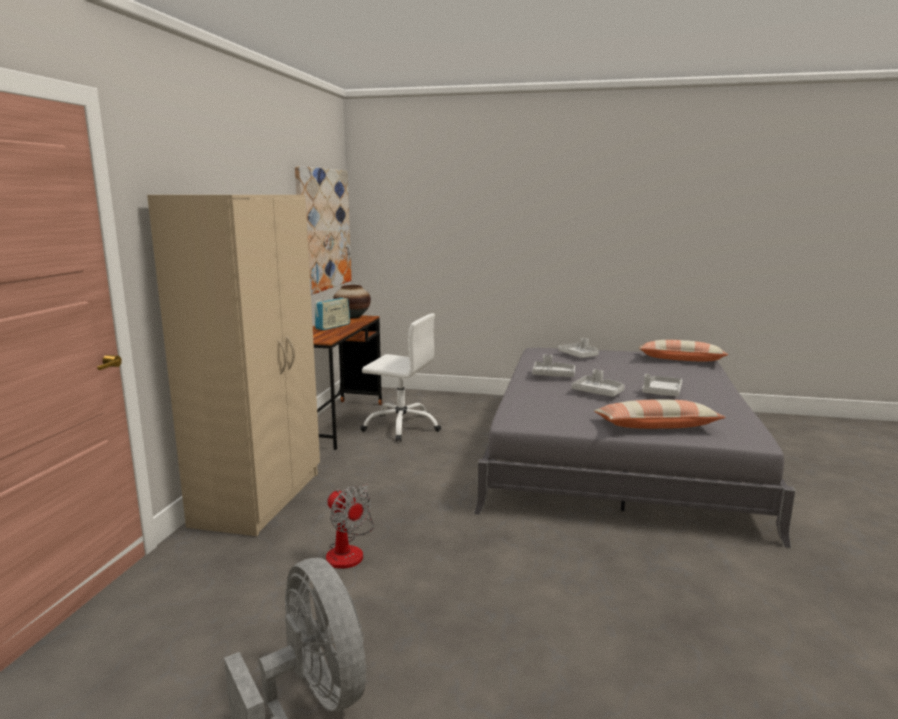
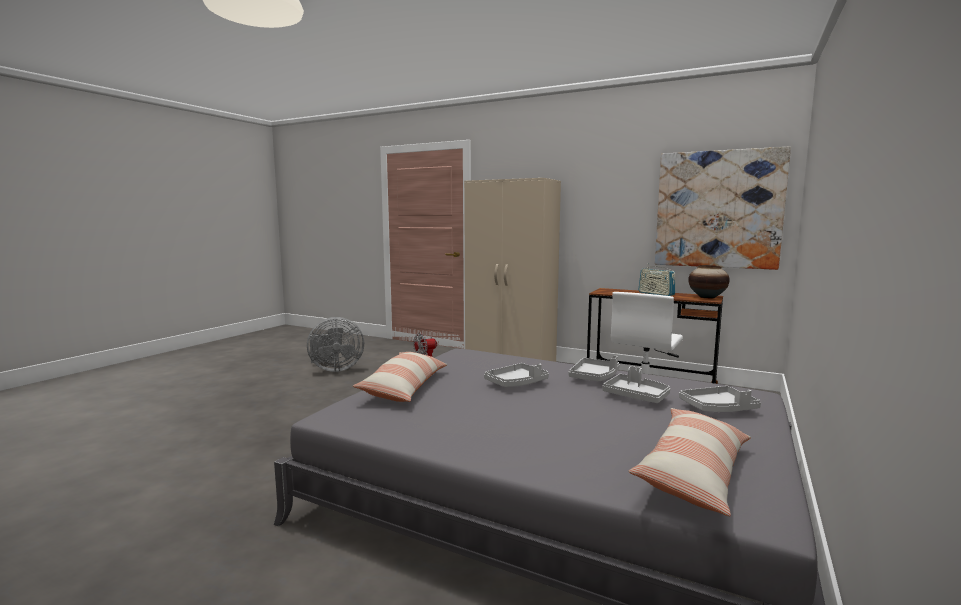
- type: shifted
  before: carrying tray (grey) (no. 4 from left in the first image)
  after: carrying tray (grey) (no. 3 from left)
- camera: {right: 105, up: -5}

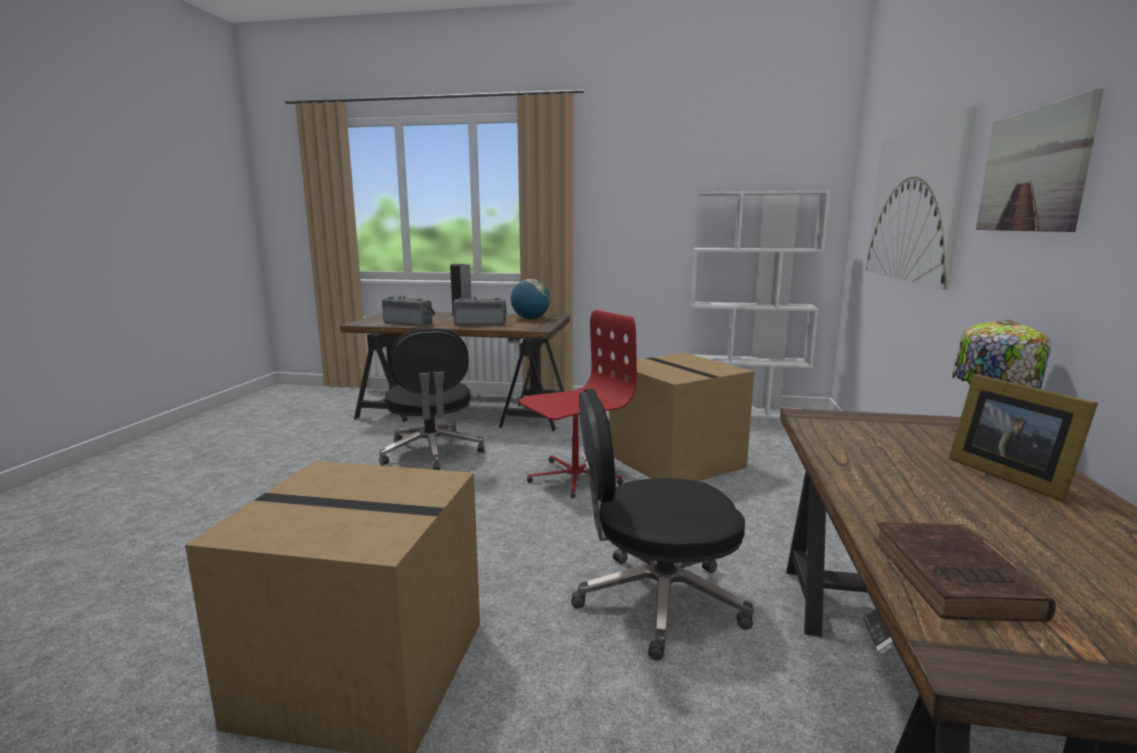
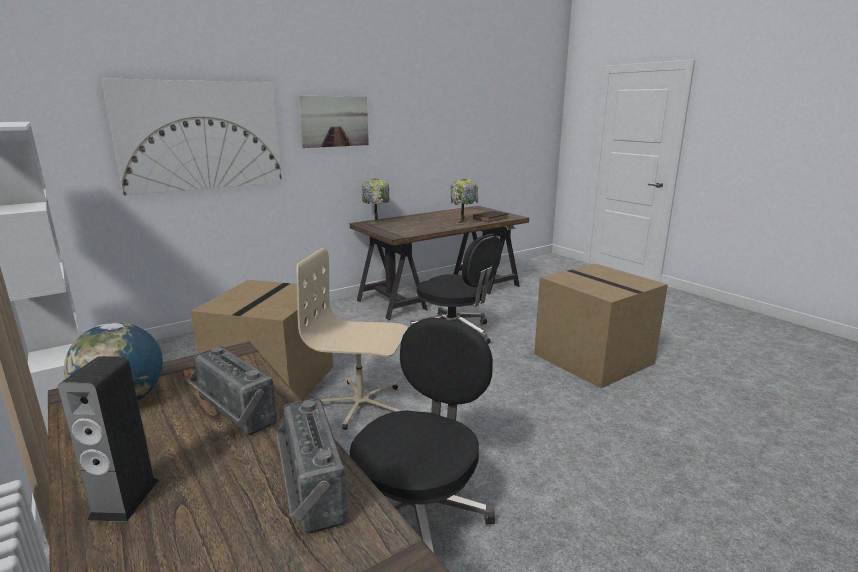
- type: repainted
  before: office chair (red)
  after: office chair (beige)
- type: gone
  before: picture frame
- type: new
  after: tabletop lamp (no. 2 from left)
- camera: {right: -135, up: 5}

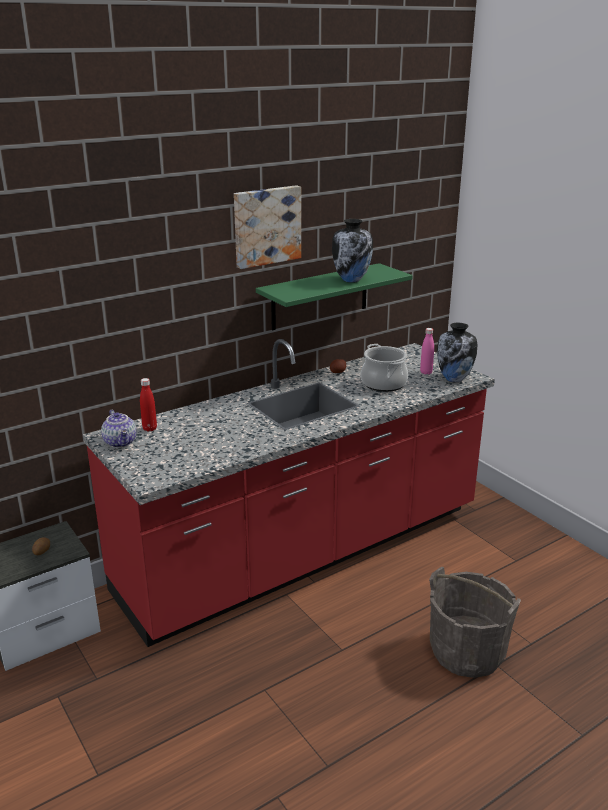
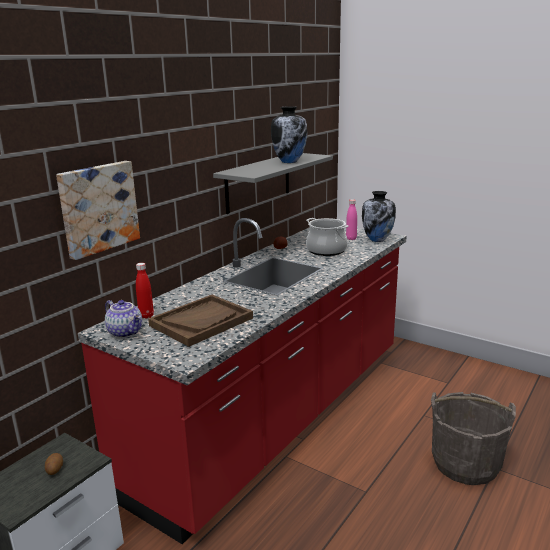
- type: shifted
  before: picture
- type: repainted
  before: bracket shelf (green)
  after: bracket shelf (grey)
- type: new
  after: carrying tray (brown-coloured)
- camera: {right: -20, up: -5}

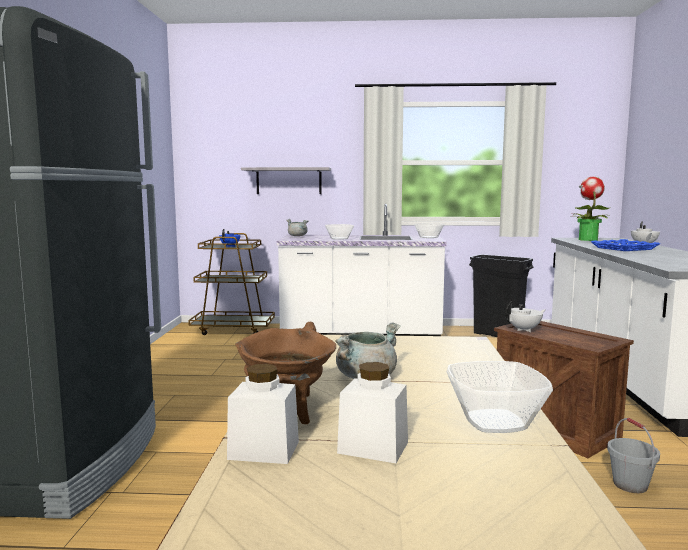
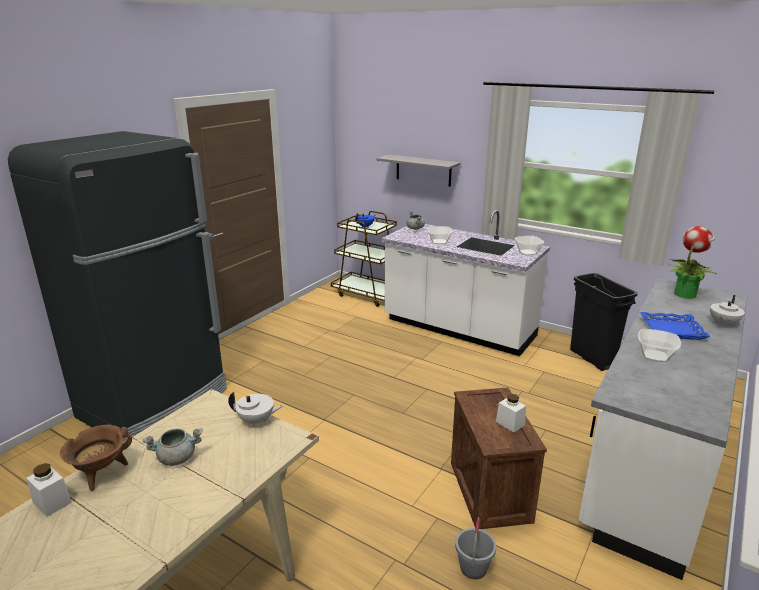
- type: shifted
  before: tea pot (white-coloured) (no. 1 from left)
- type: shifted
  before: serving bowl (no. 3 from left)
- type: shifted
  before: preserve jar (white-coloured) (no. 2 from left)
- camera: {right: 30, up: 15}

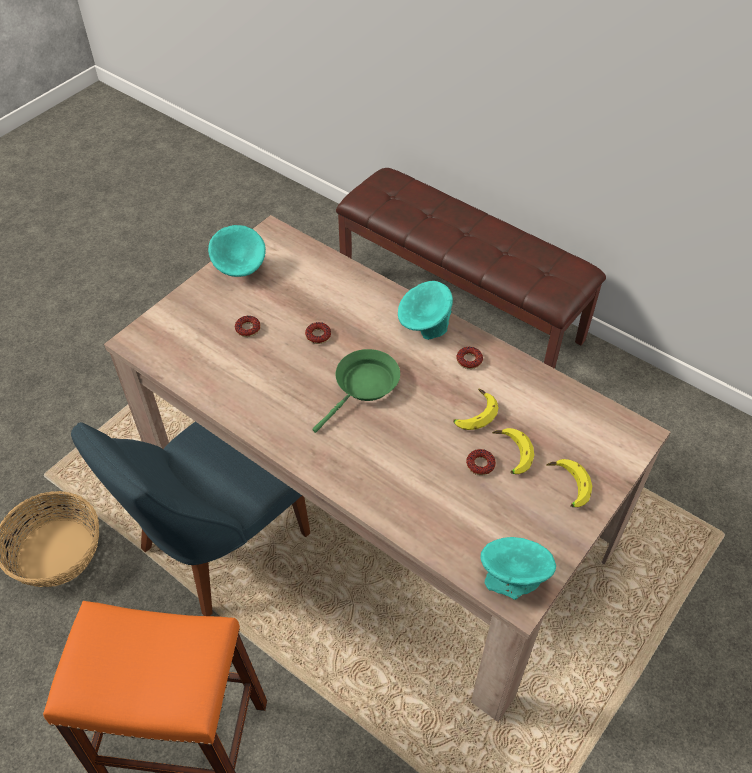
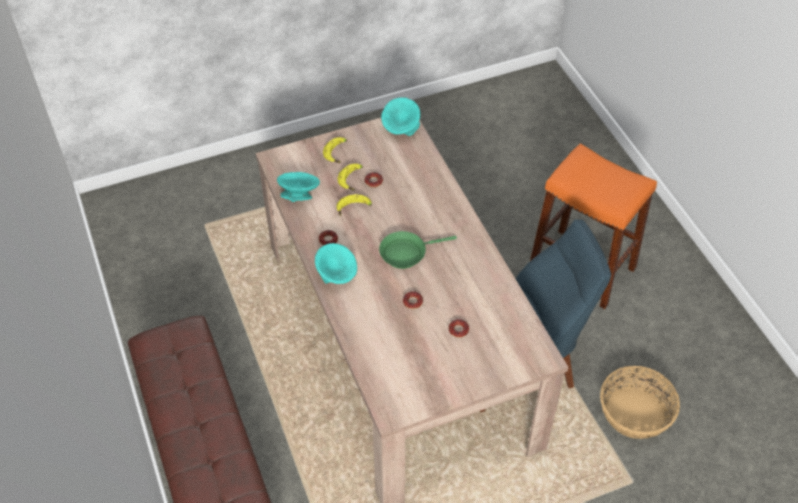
- type: shifted
  before: serving bowl (turquoise-coloured) (no. 1 from left)
- camera: {right: -150, up: 0}

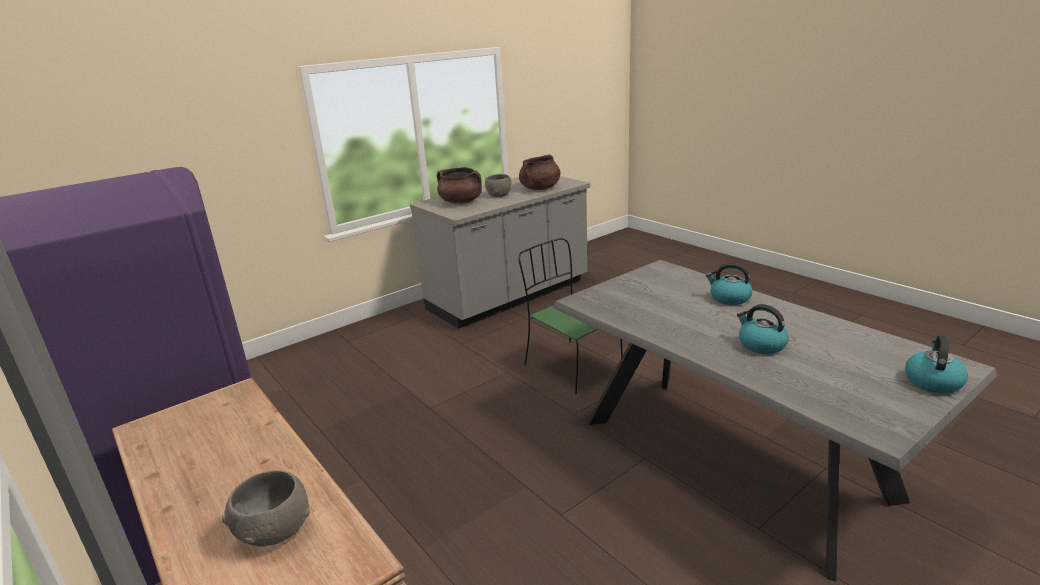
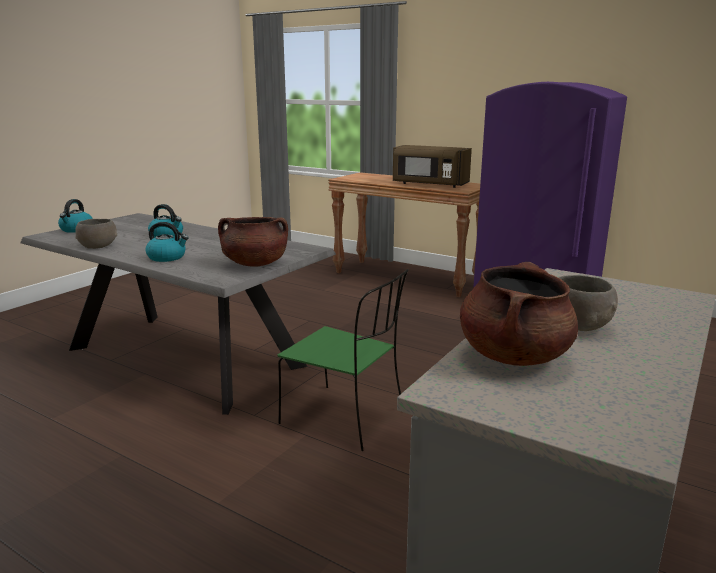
- type: shifted
  before: cooking pot (brown-coloured) (no. 1 from left)
- type: shifted
  before: serving bowl (grey) (no. 1 from left)
- type: new
  after: microwave (brown-coloured)
- camera: {right: 160, up: -5}

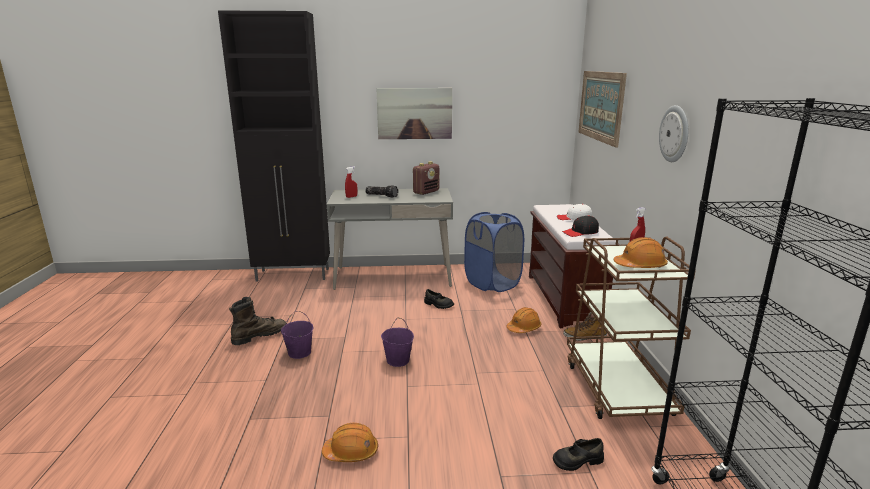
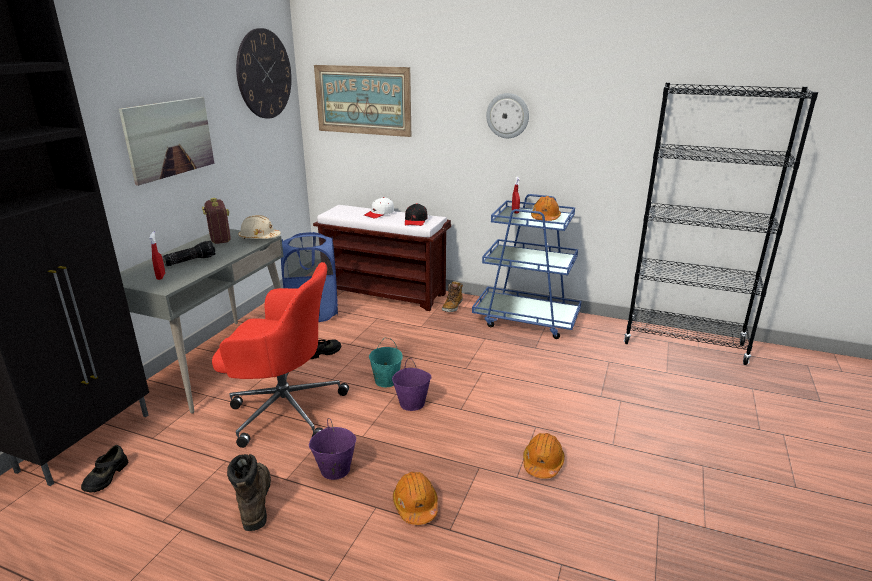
- type: repainted
  before: trolley (brown-coloured)
  after: trolley (bluish)
- type: shifted
  before: hard hat (orangey) (no. 2 from left in the first image)
  after: hard hat (orangey) (no. 1 from left)
- type: shifted
  before: shoe (blackish) (no. 2 from left in the first image)
  after: shoe (blackish) (no. 1 from left)
- type: new
  after: hanging clock (no. 1 from left)
- type: new
  after: hard hat (beige)
- type: new
  after: office chair (red)
- type: new
  after: water bucket (turquoise-coloured)
- camera: {right: -65, up: 5}

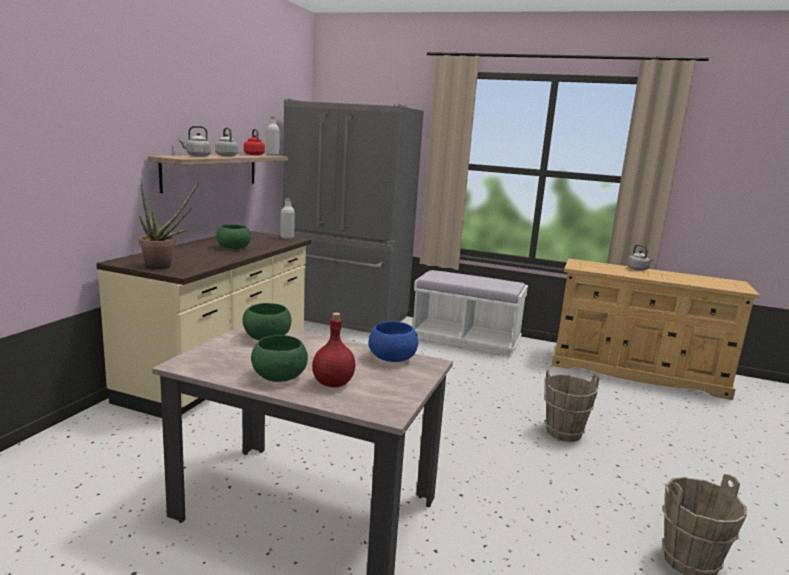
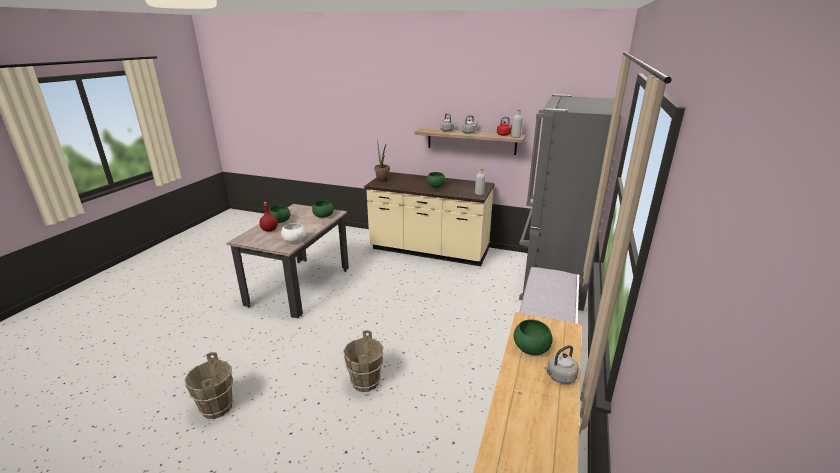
- type: repainted
  before: serving bowl (bluish)
  after: serving bowl (white-coloured)
- type: new
  after: serving bowl (green) (no. 4 from left)
- camera: {right: 90, up: 10}

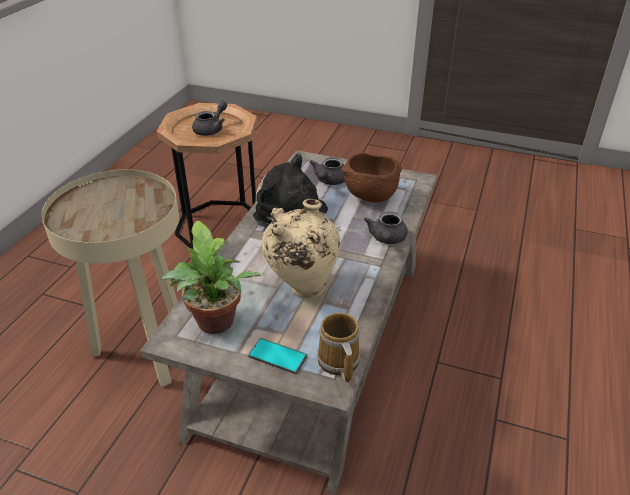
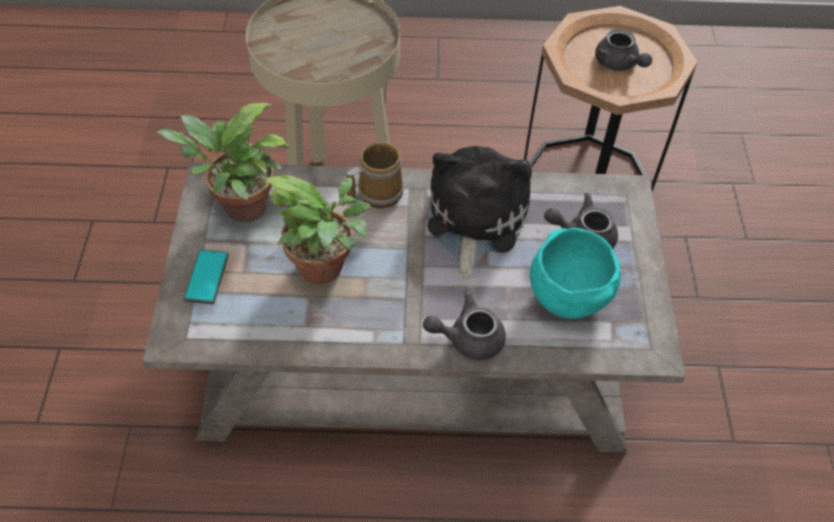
- type: rotated
  before: tea pot (grey) (no. 1 from left in the first image)
  turn: 45
- type: repainted
  before: serving bowl (brown-coloured)
  after: serving bowl (turquoise-coloured)
- type: swapped
  before: decorative vase (beige)
  after: houseplant (no. 2 from left)
- type: shifted
  before: coffee mug
- camera: {right: 70, up: 15}

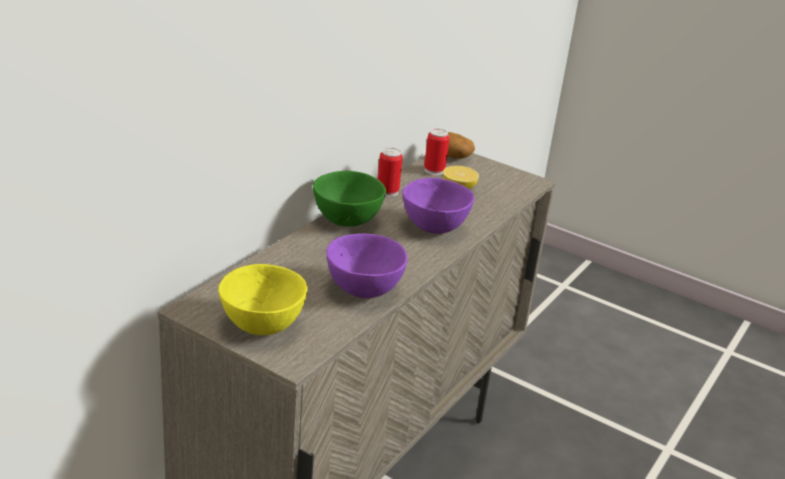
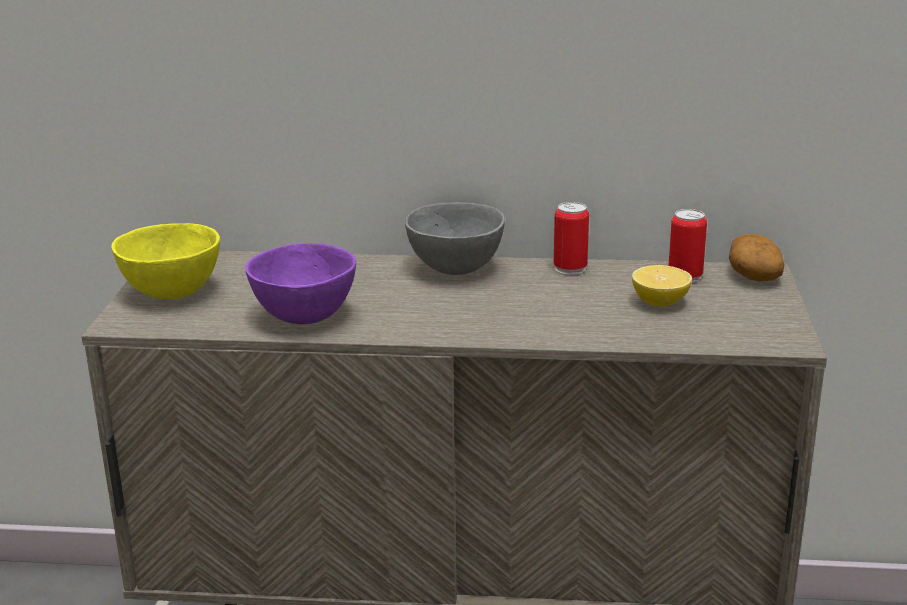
- type: repainted
  before: serving bowl (green)
  after: serving bowl (grey)
- type: gone
  before: serving bowl (purplish) (no. 2 from left)
- camera: {right: 65, up: -5}

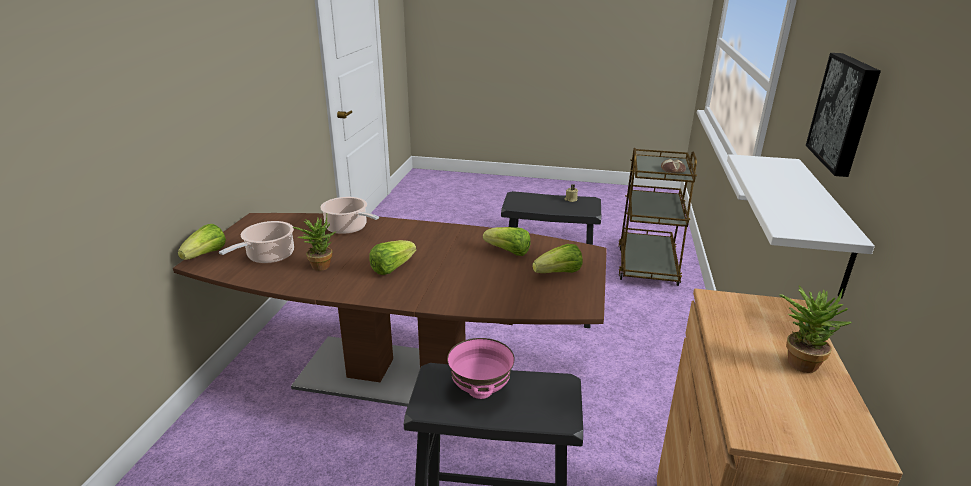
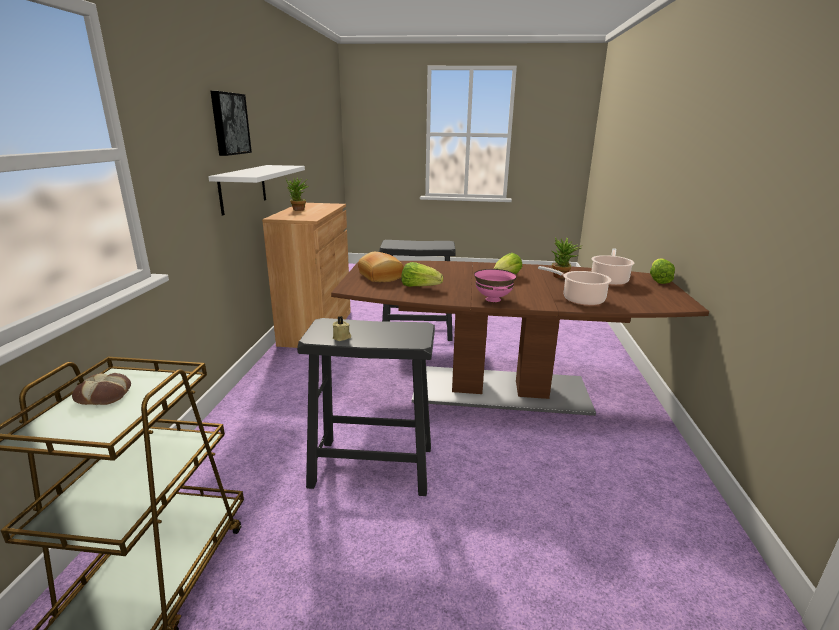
- type: swapped
  before: lettuce (no. 4 from left)
  after: bakery bread (no. 2 from left)
- type: shifted
  before: serving bowl (pink-coloured)
- camera: {right: 175, up: -5}

